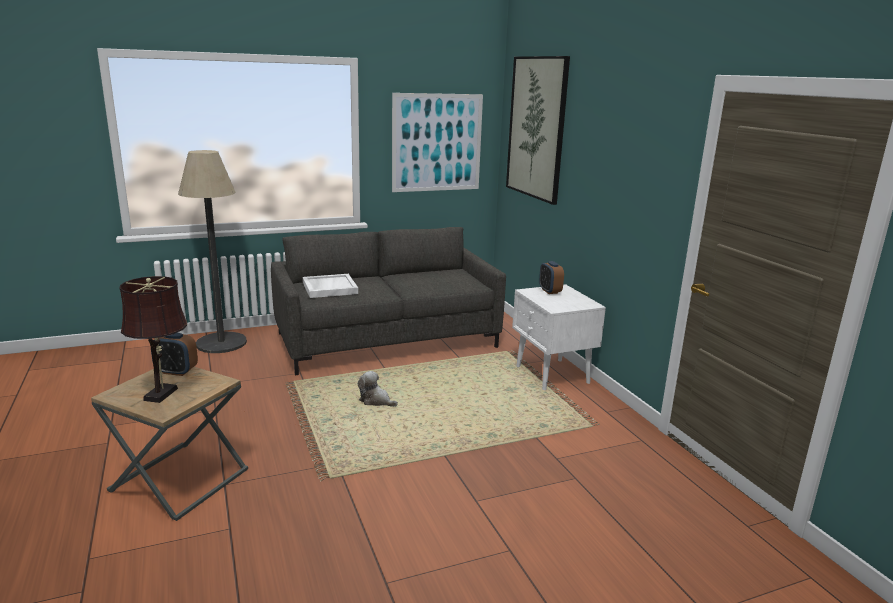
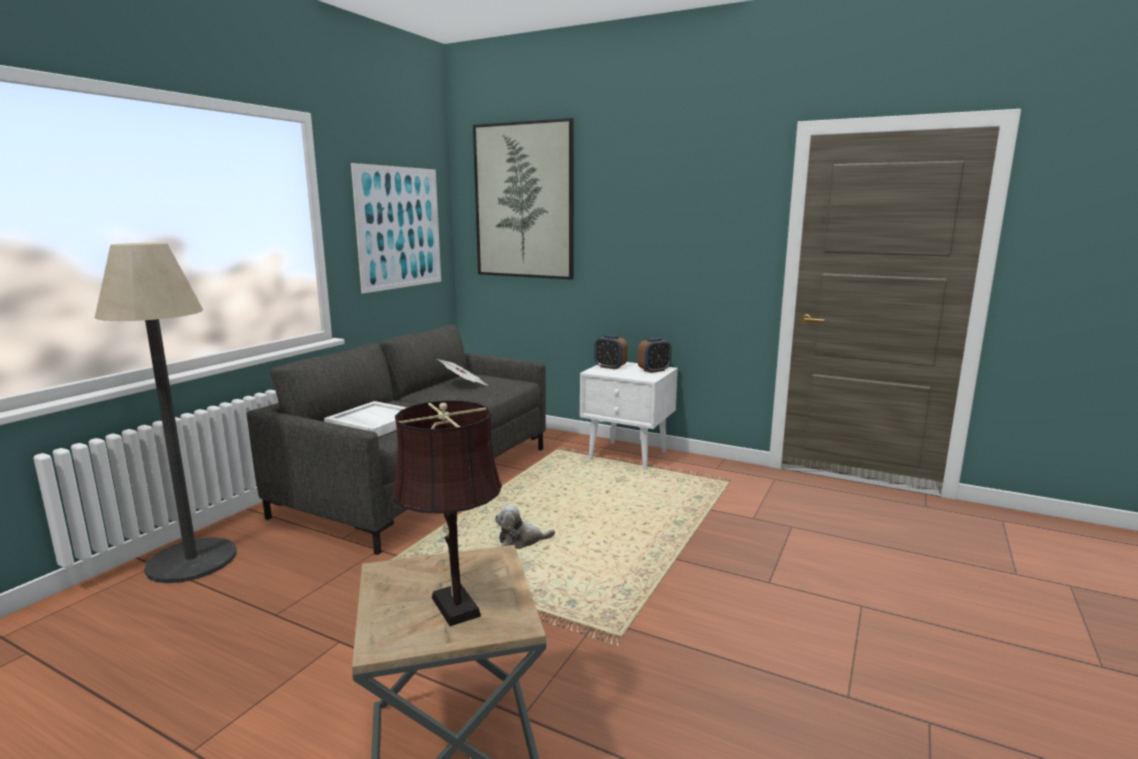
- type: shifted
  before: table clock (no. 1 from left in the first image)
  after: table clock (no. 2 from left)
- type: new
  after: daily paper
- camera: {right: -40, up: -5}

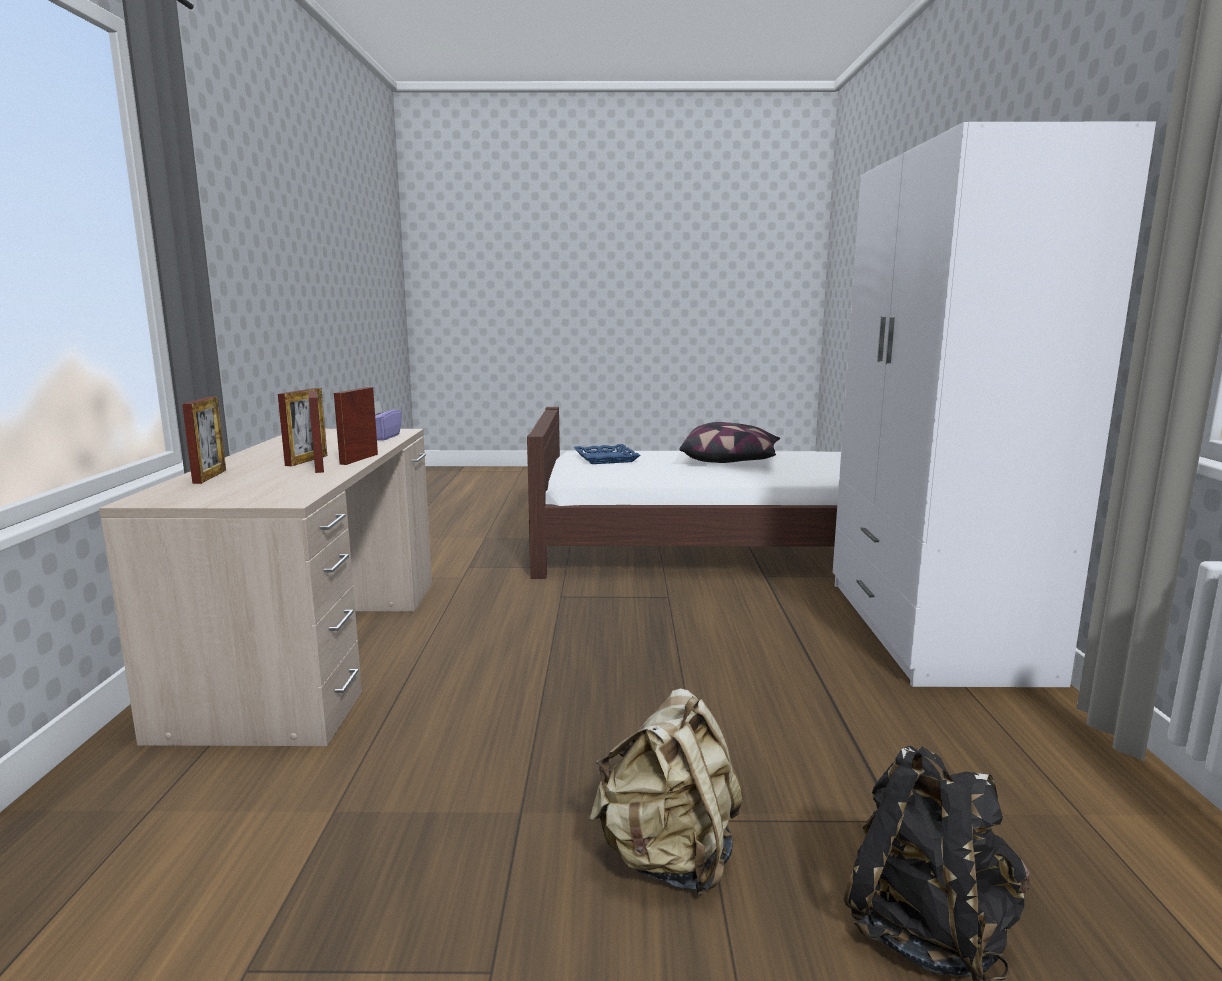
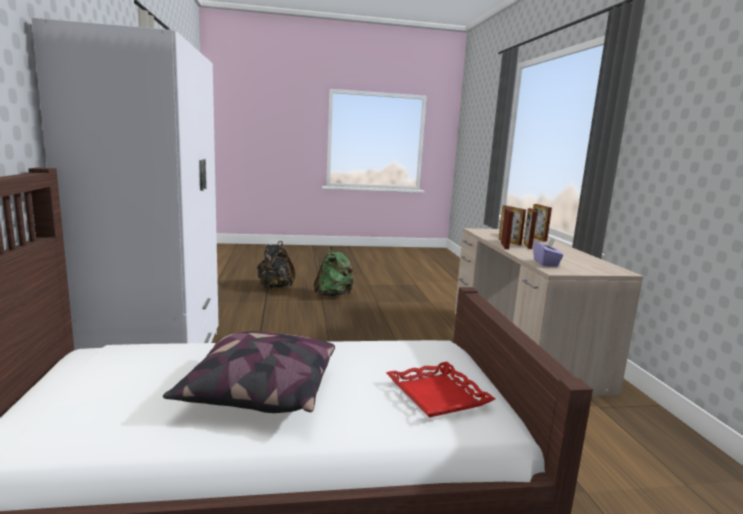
- type: repainted
  before: carrying tray (bluish)
  after: carrying tray (red)
- type: repainted
  before: backpack (beige)
  after: backpack (green)
- camera: {right: 170, up: 0}

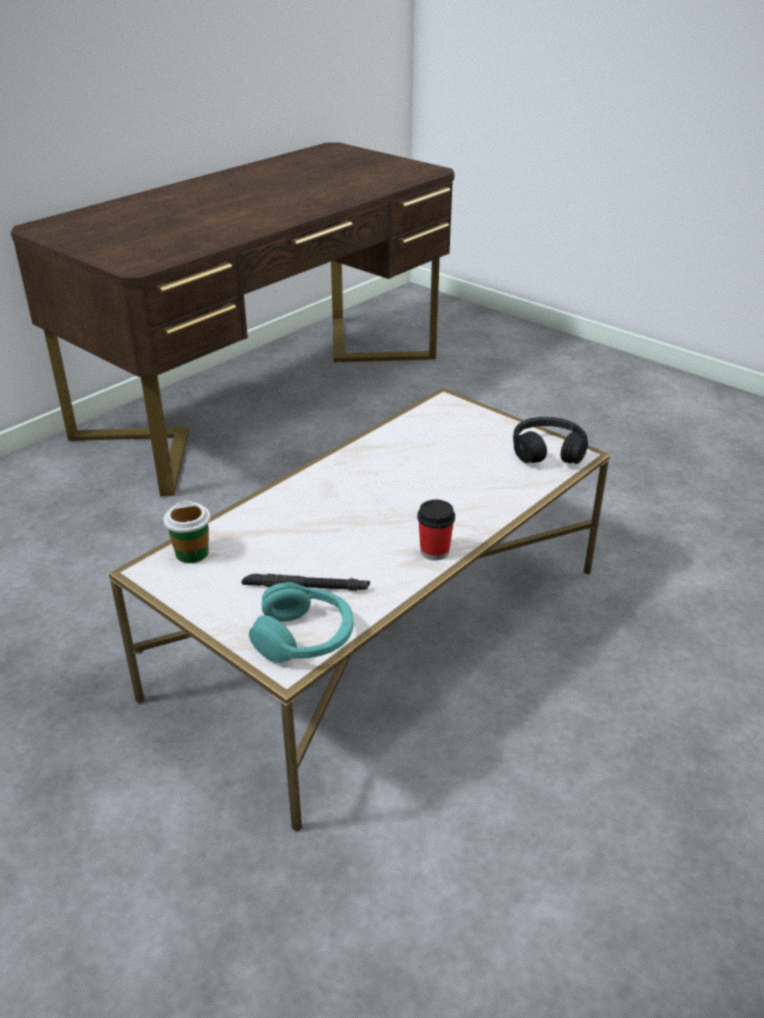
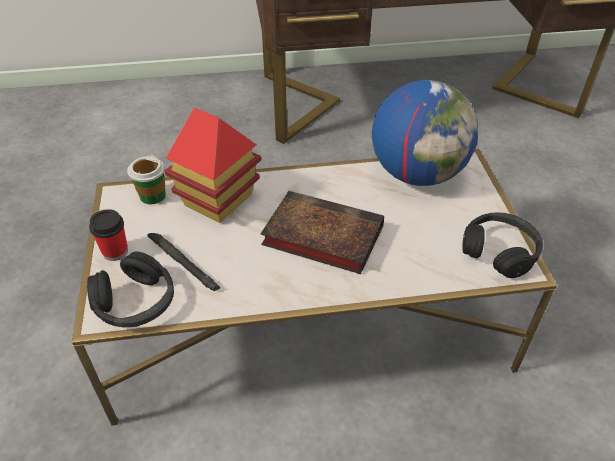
- type: shifted
  before: small cup (no. 2 from left in the first image)
  after: small cup (no. 1 from left)
- type: repainted
  before: headset (turquoise-coloured)
  after: headset (blackish) (no. 1 from left)
- type: new
  after: globe
- type: new
  after: model house
- type: new
  after: bound book
- camera: {right: 40, up: 10}

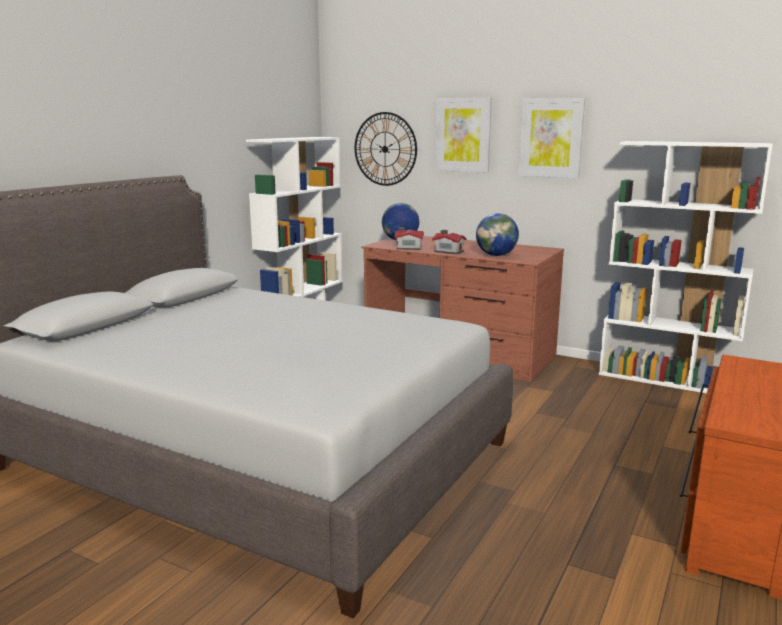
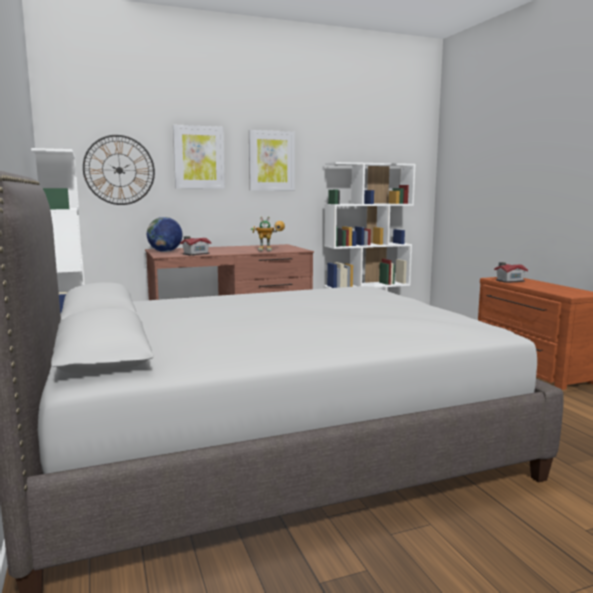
- type: swapped
  before: globe (no. 2 from left)
  after: model robot
- type: shifted
  before: model house (no. 2 from left)
- camera: {right: -50, up: -5}

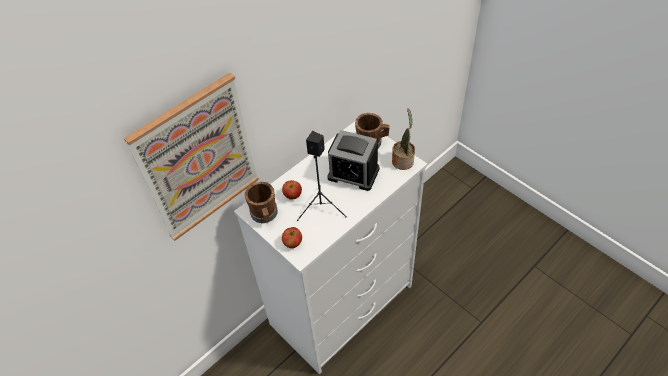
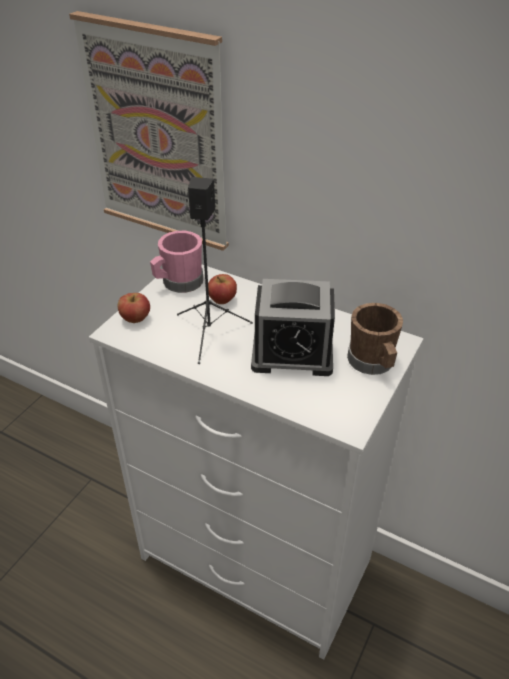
- type: gone
  before: houseplant
- type: rotated
  before: table clock
  turn: -90
- type: repainted
  before: coffee mug (brown-coloured) (no. 1 from left)
  after: coffee mug (pink-coloured)
- camera: {right: 70, up: -10}

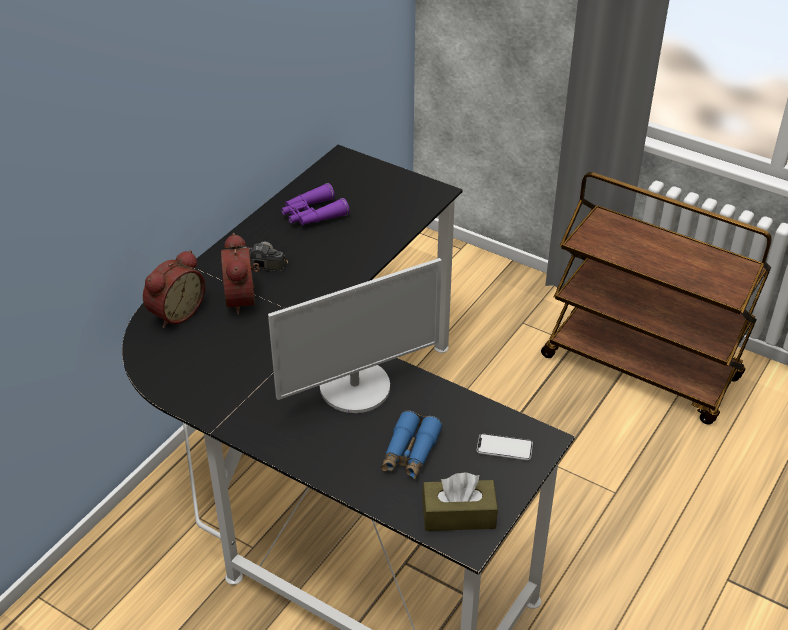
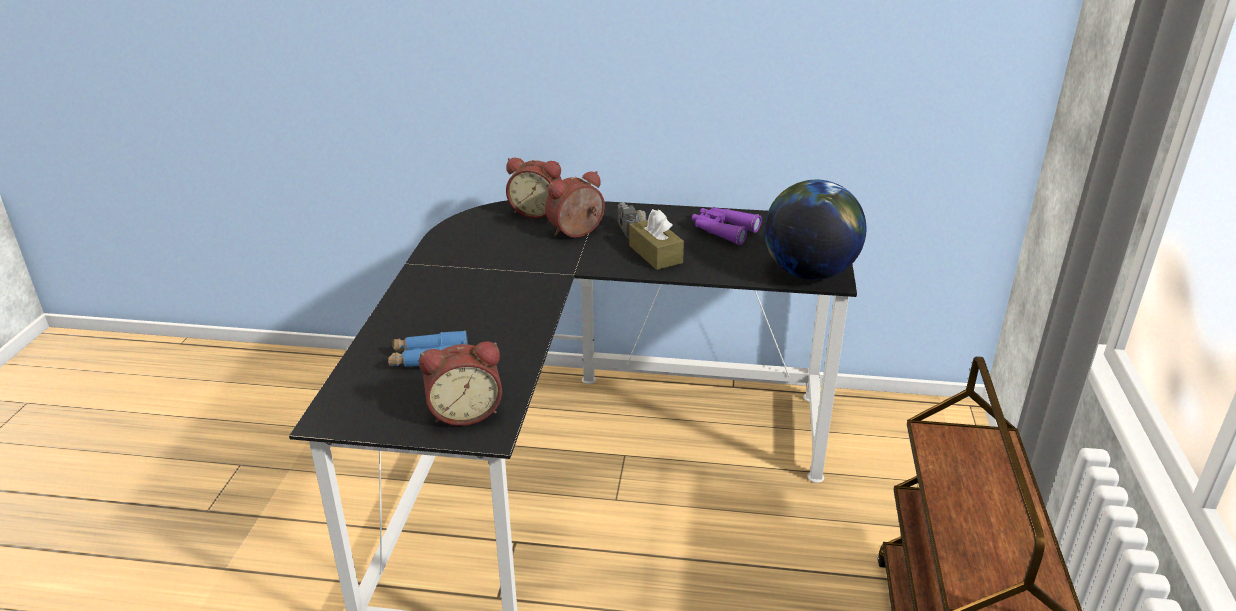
- type: gone
  before: monitor
- type: swapped
  before: phone
  after: table clock (no. 1 from left)
- type: shifted
  before: box of tissues (brown-coloured)
- type: new
  after: globe
- camera: {right: 65, up: -10}

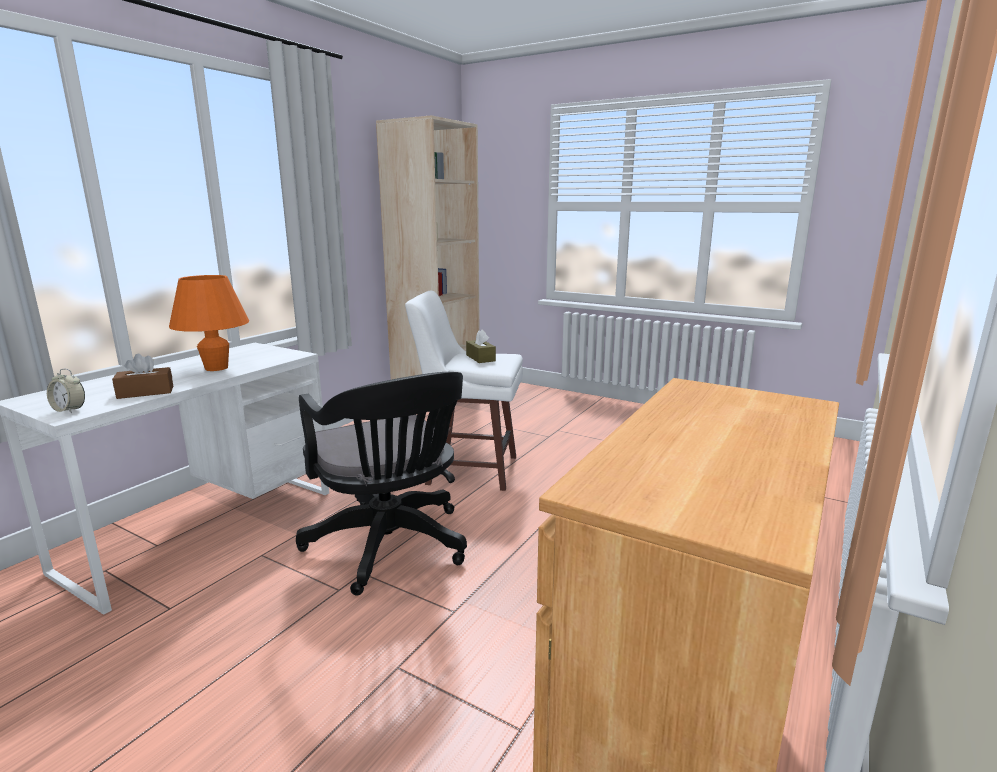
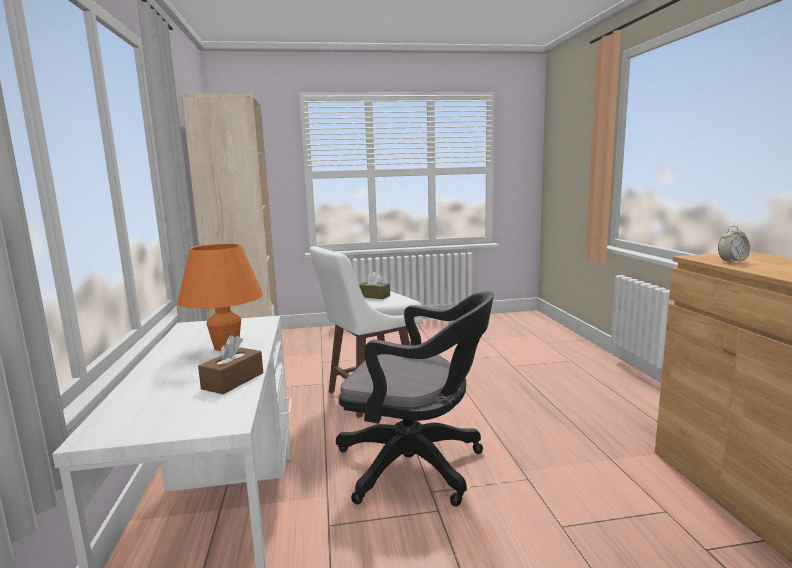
- type: shifted
  before: table clock
- camera: {right: -40, up: -5}

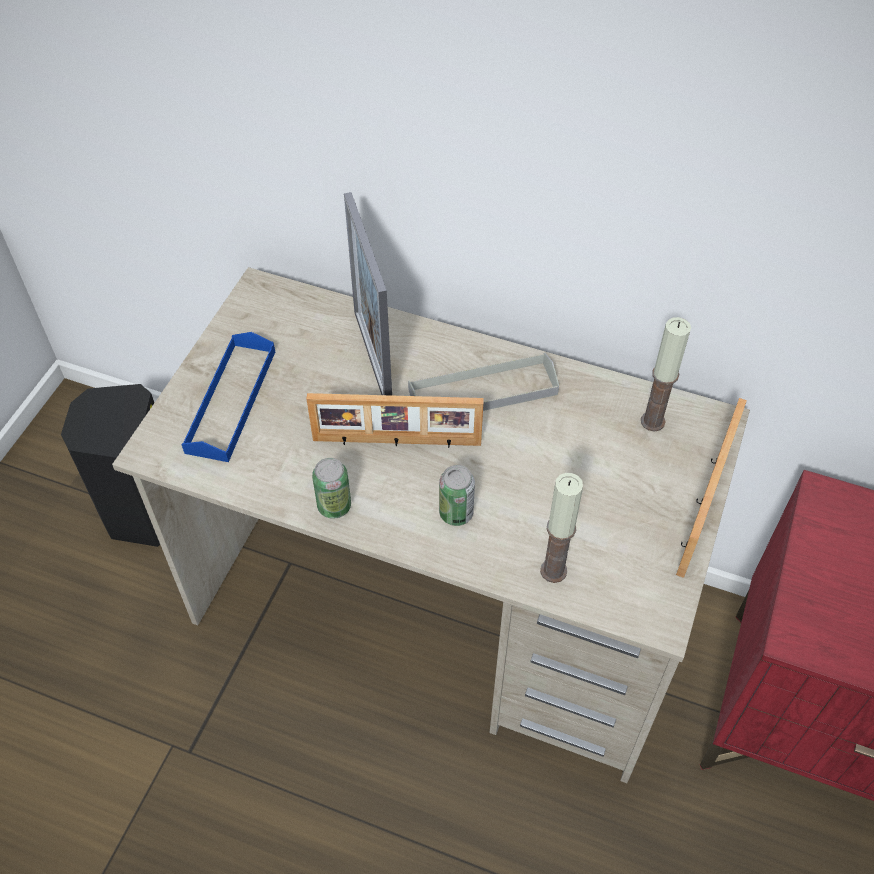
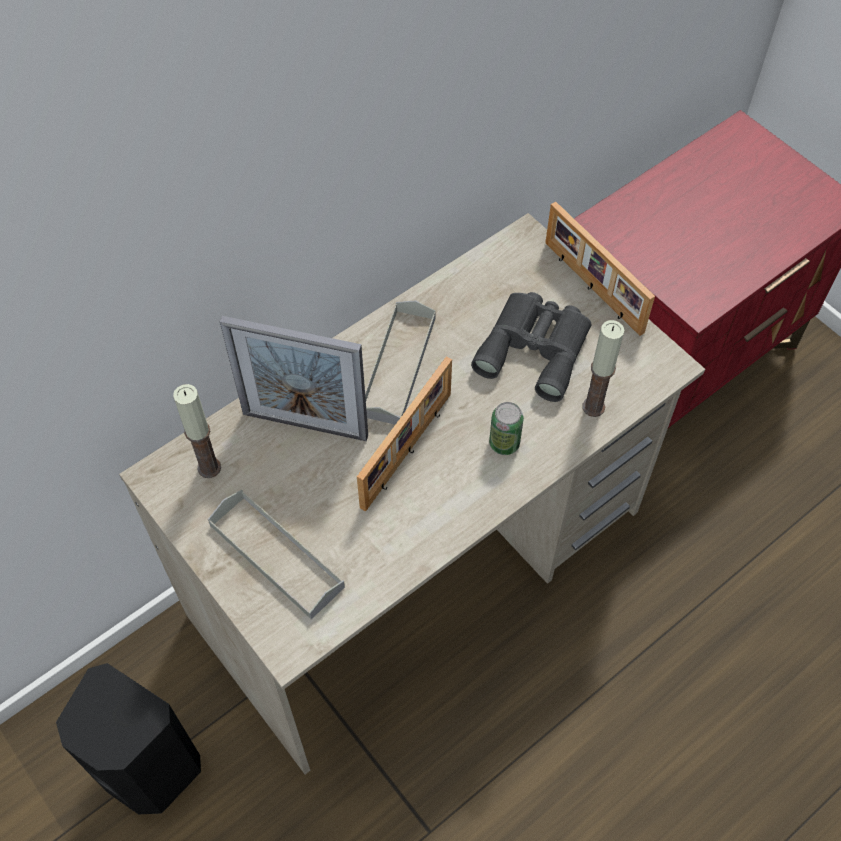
- type: shifted
  before: candle (no. 2 from left in the first image)
  after: candle (no. 1 from left)
- type: repainted
  before: carrying tray (bluish)
  after: carrying tray (grey) (no. 1 from left)
- type: gone
  before: can (no. 1 from left)
- type: new
  after: binoculars (grey)
- camera: {right: -60, up: 5}

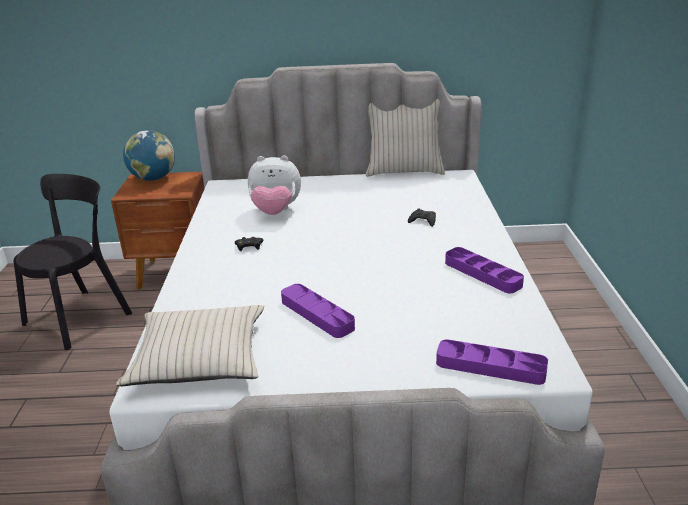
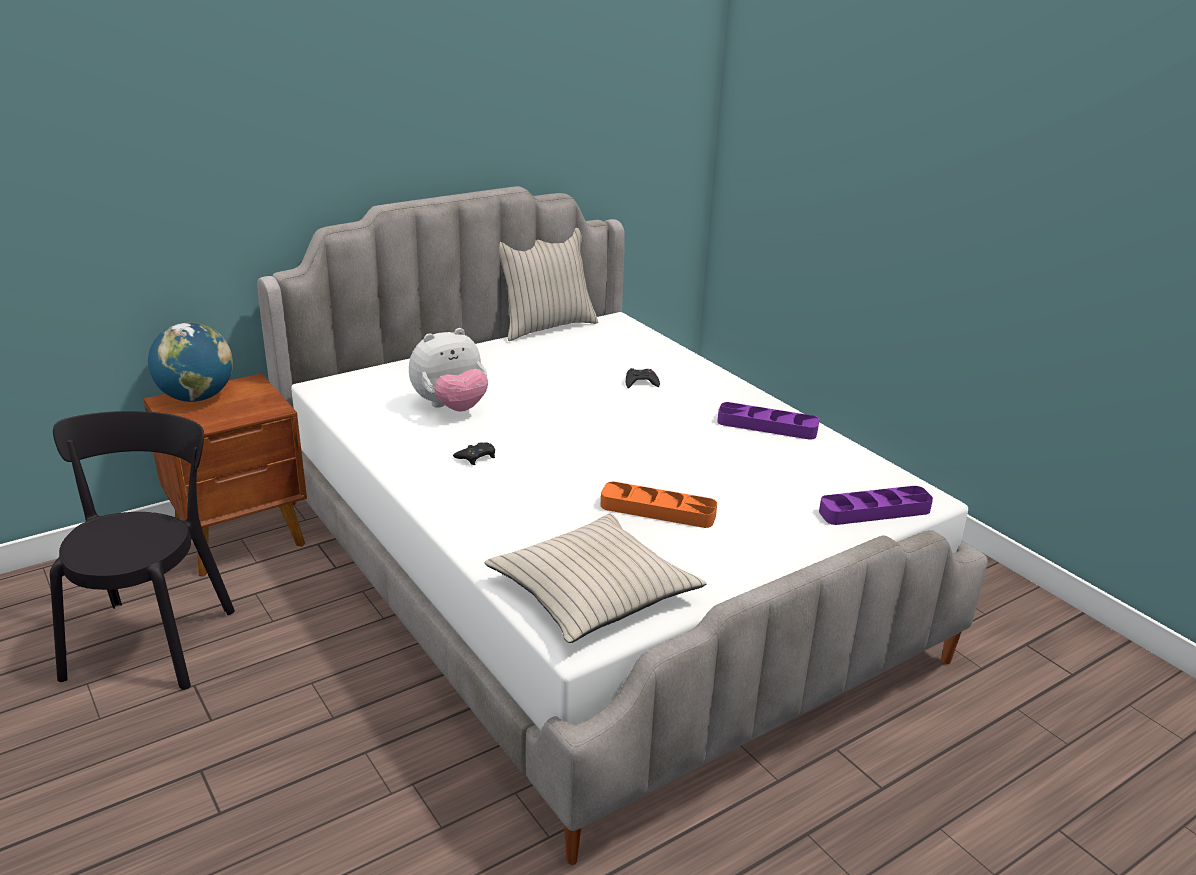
- type: repainted
  before: carrying tray (purplish) (no. 1 from left)
  after: carrying tray (orangey)
- camera: {right: -35, up: 0}

